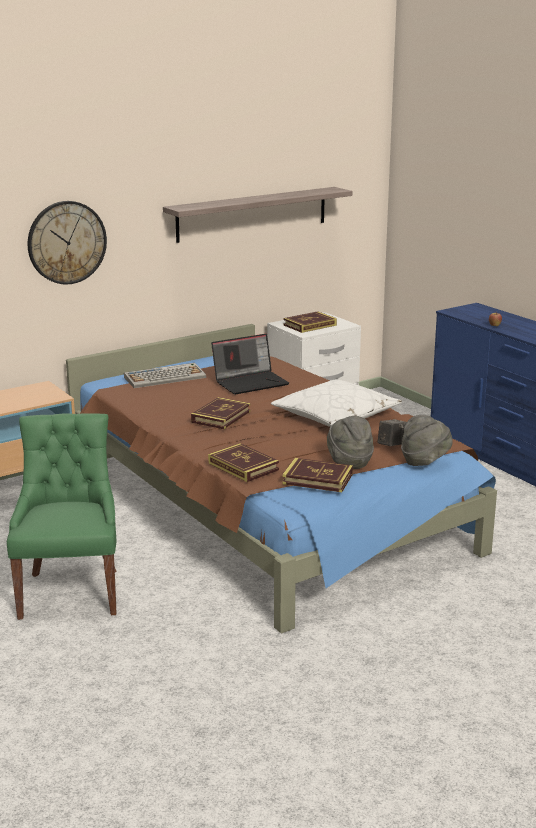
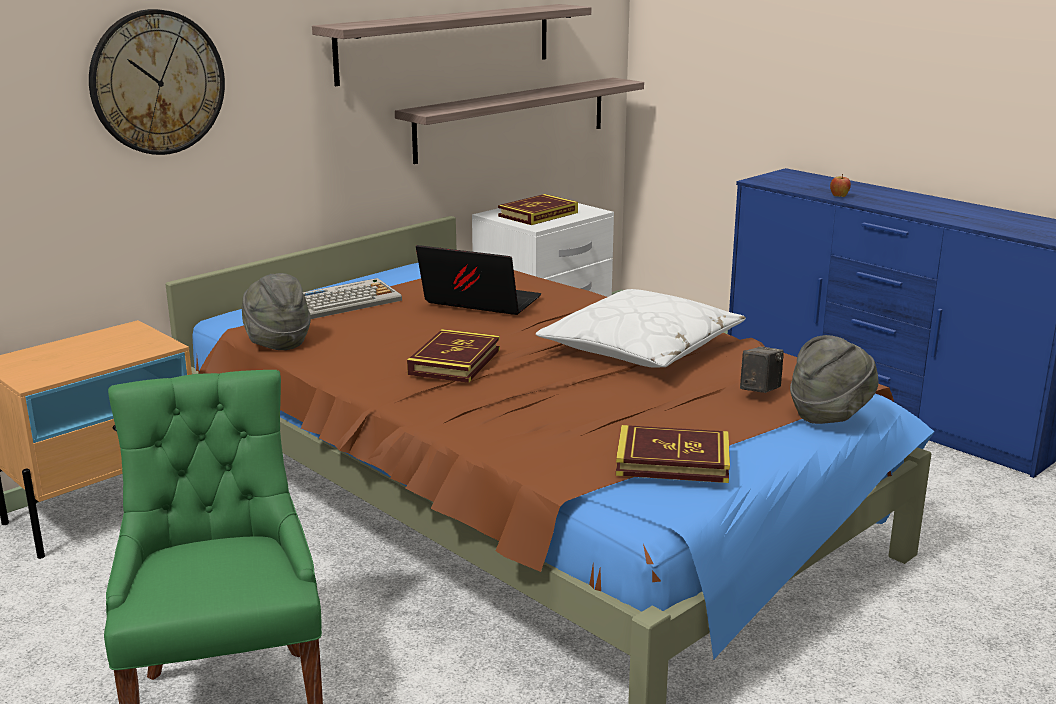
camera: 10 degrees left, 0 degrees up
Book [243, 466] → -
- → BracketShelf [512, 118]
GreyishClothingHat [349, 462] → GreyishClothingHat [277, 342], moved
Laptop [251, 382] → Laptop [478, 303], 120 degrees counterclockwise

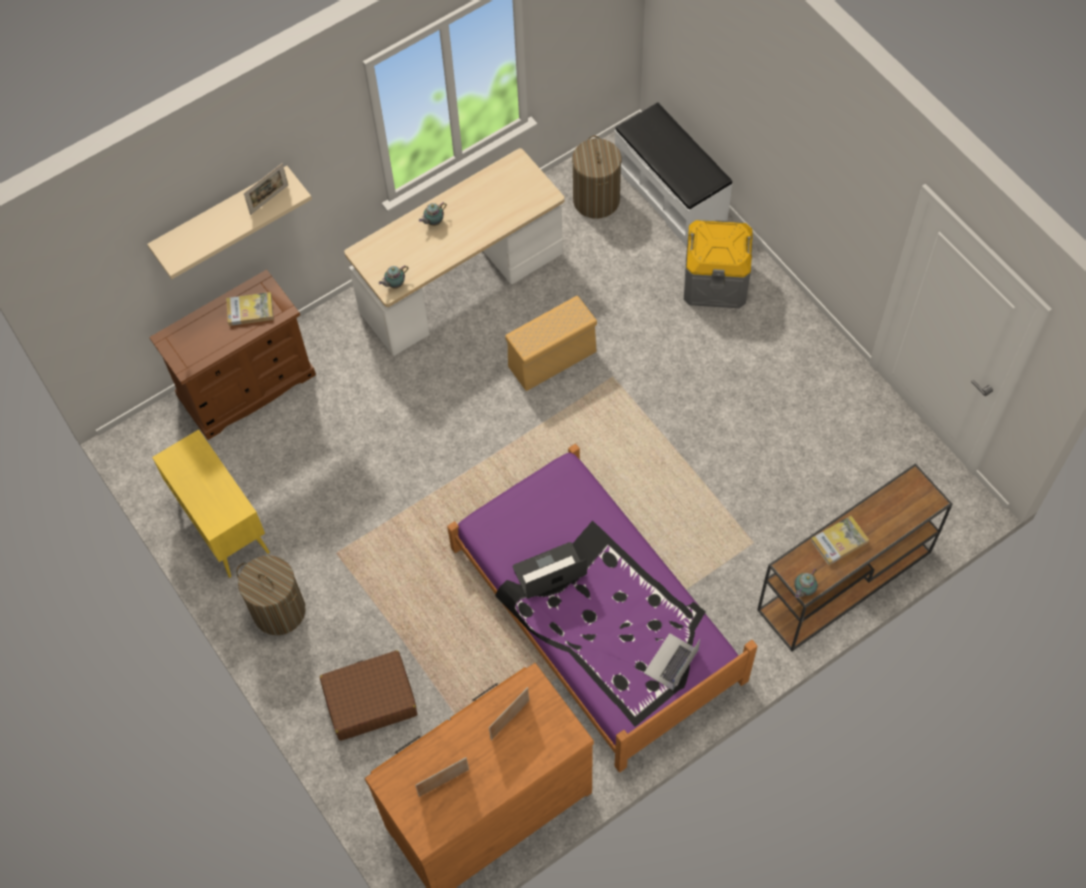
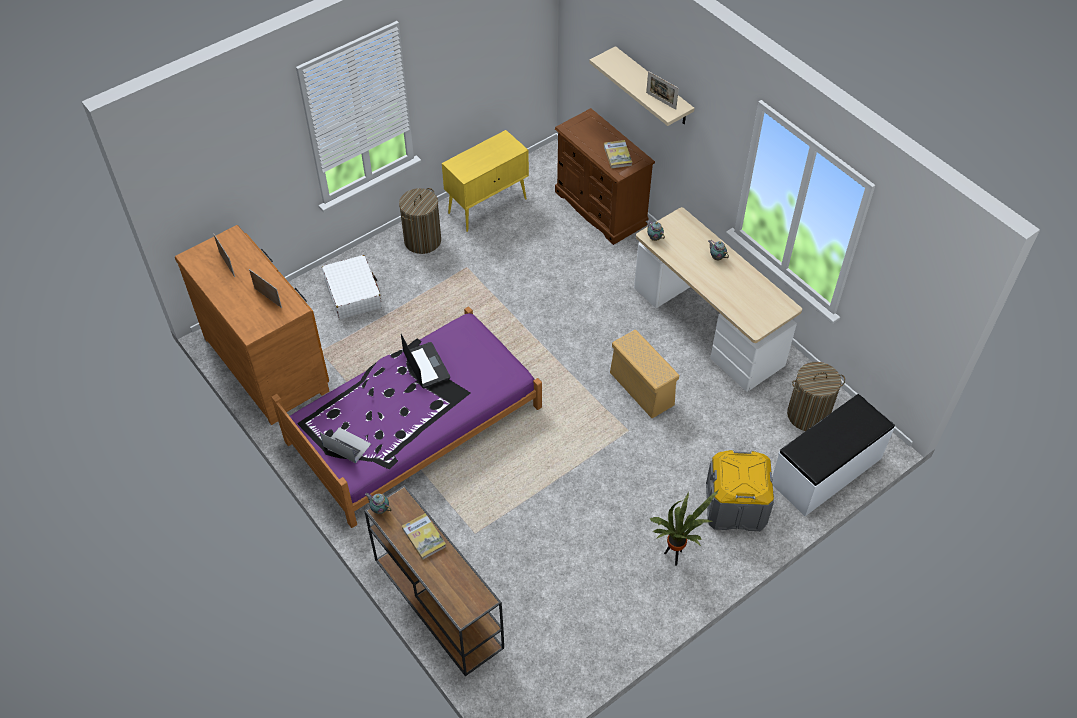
camera: 85 degrees right, 10 degrees down
- → PlantInAPot [675, 556]
BrownPieceOfLuggage [370, 700] → WhitePieceOfLuggage [353, 293]

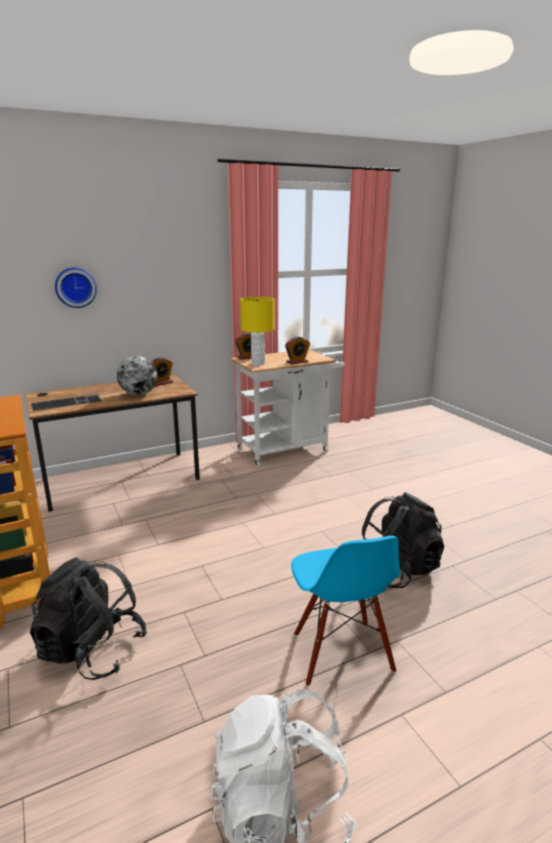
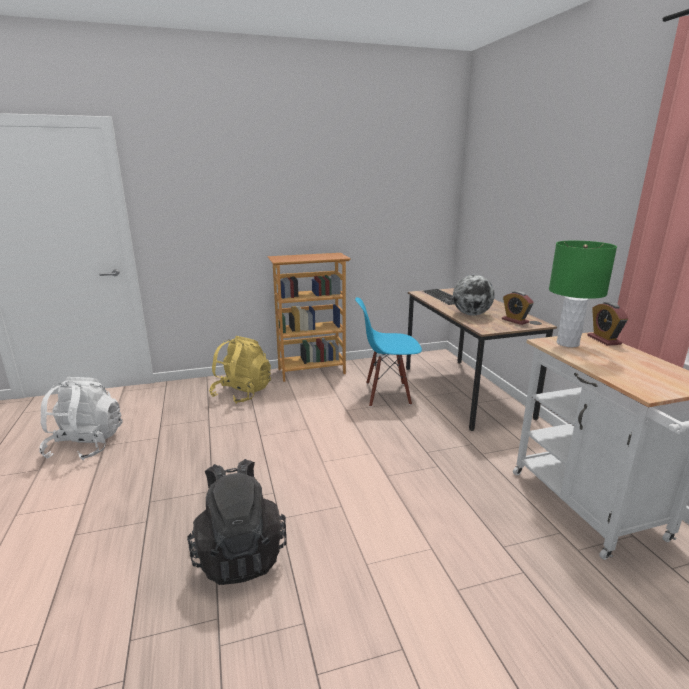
camera: 100 degrees right, 0 degrees up
HangingClock [75, 287] → -
BedsideClock [297, 362] → -
BluishChair [341, 653] → BluishChair [387, 394], moved
BlackColouredKnapsack [92, 650] → YellowKnapsack [242, 393]
YellowTabletopLamp [258, 363] → GreenColouredTabletopLamp [568, 343]

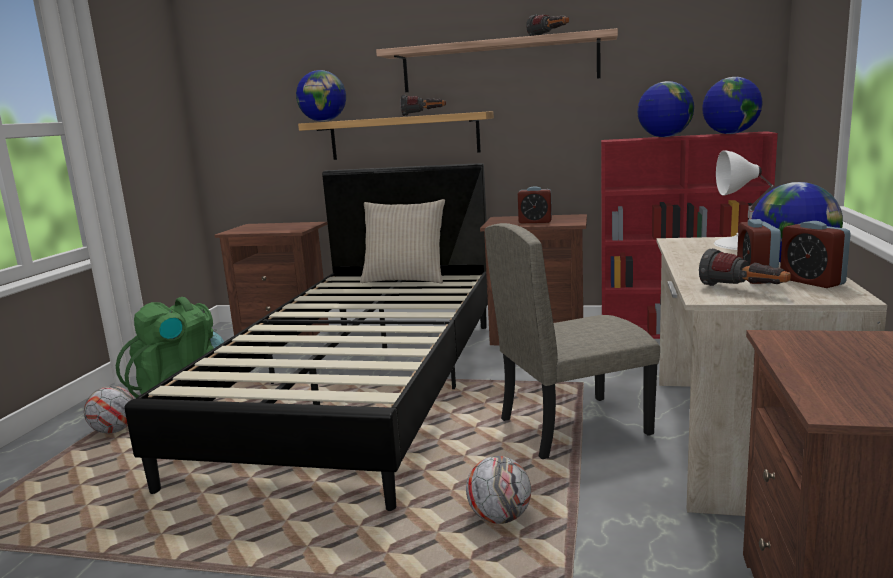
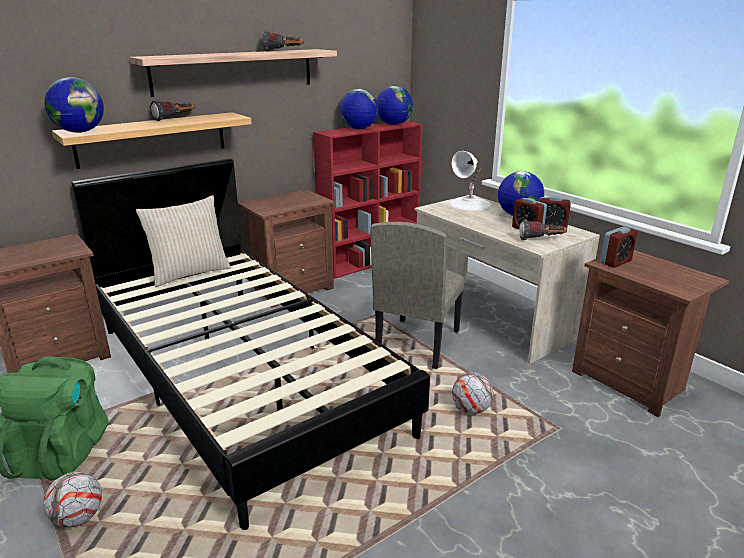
camera: 50 degrees left, 10 degrees up
BedsideClock [535, 222] → BedsideClock [615, 262], moved

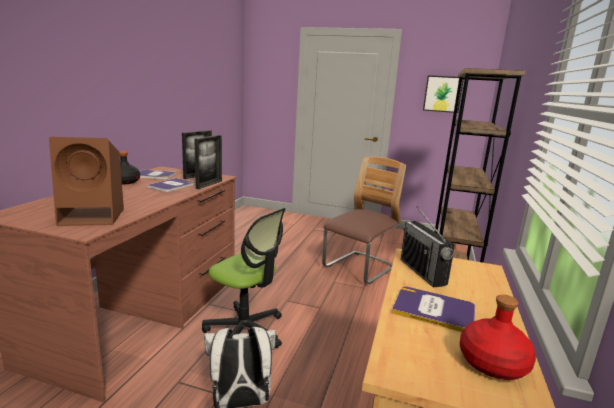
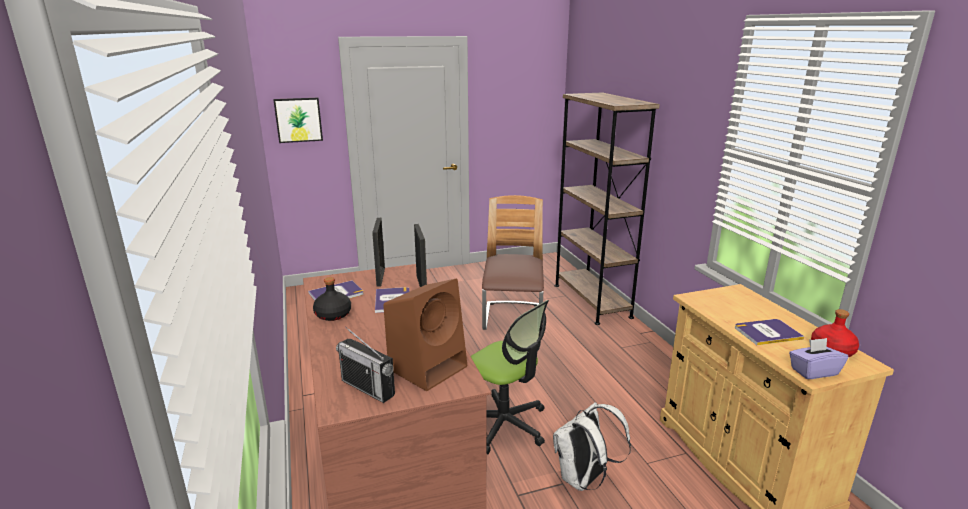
camera: 35 degrees left, 5 degrees up
- → PurpleColouredTissueHolder [813, 371]
RadioReceiver [422, 272] → RadioReceiver [368, 388], moved
Picture [442, 94] → Picture [298, 119], moved
ComputerChair [245, 331] → ComputerChair [505, 425], 45 degrees clockwise

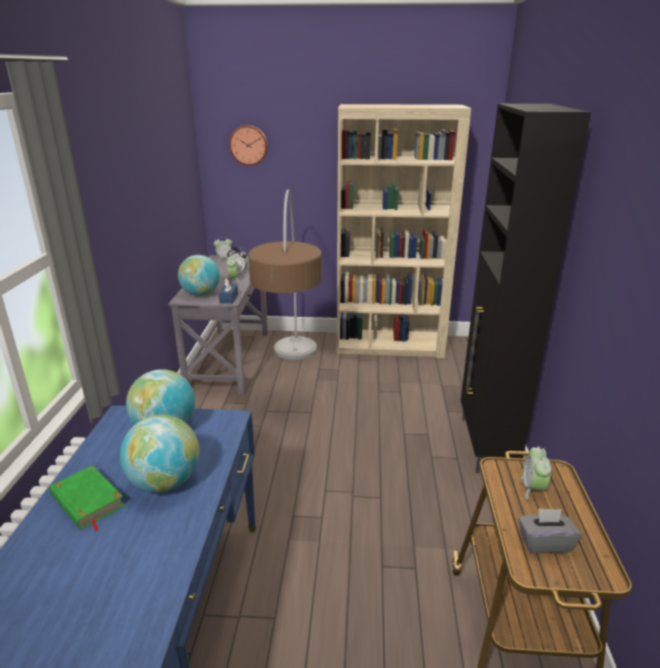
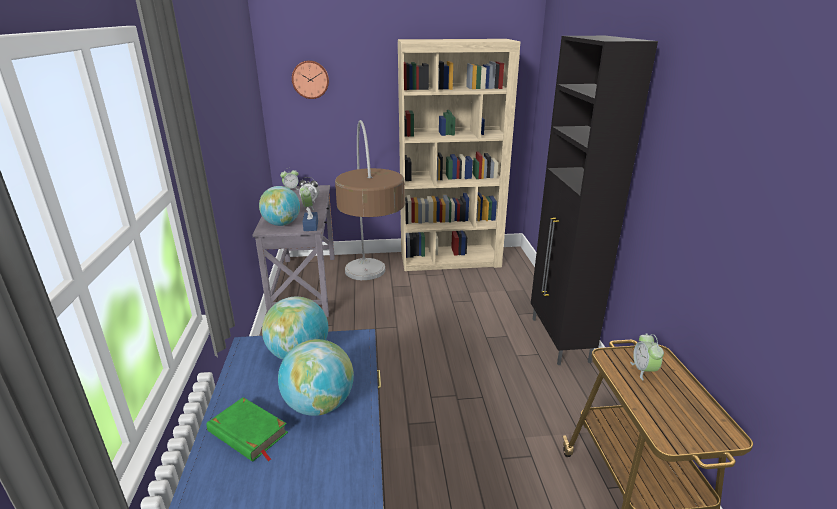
camera: 10 degrees left, 0 degrees up
GreyishTissueHolder [544, 542] → -

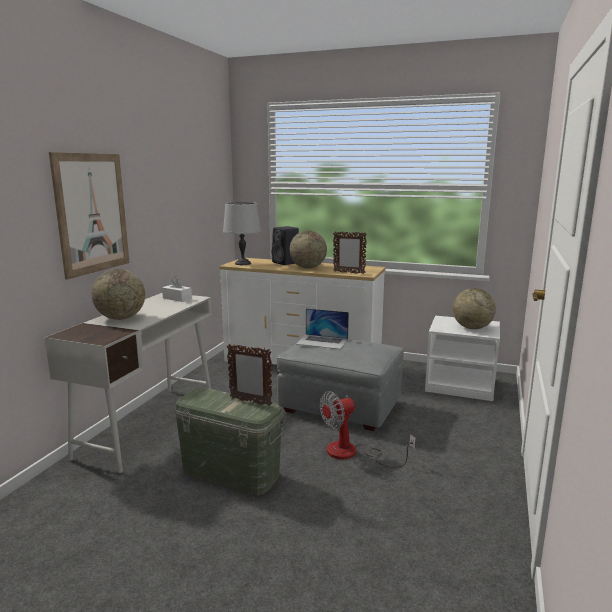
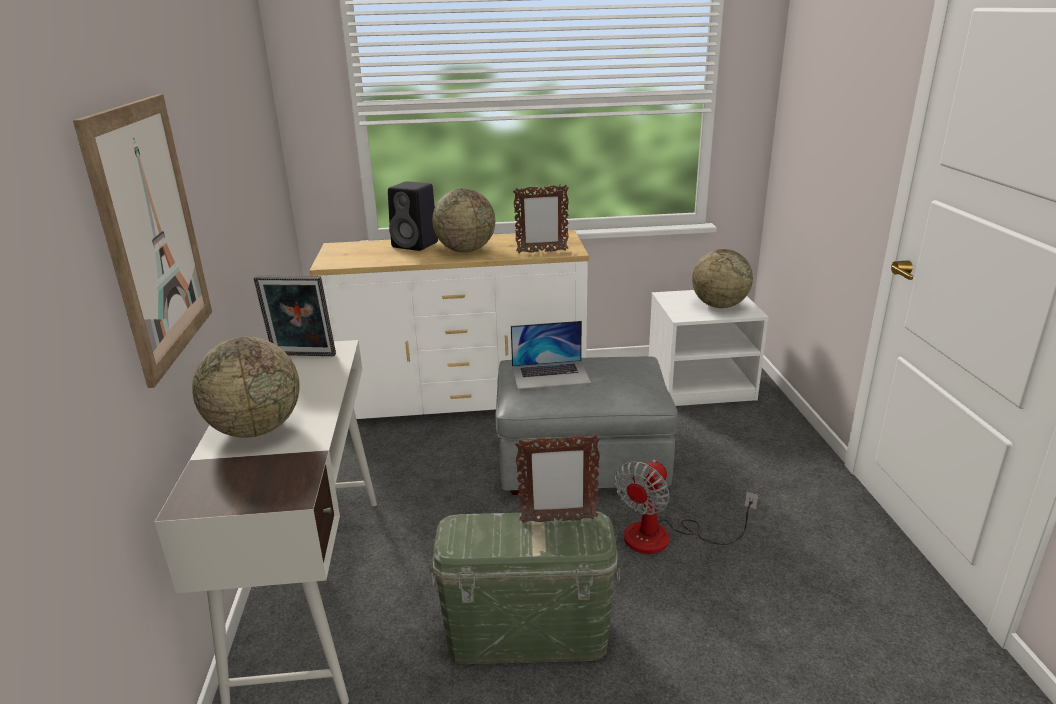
camera: 25 degrees left, 10 degrees up
GreyishTabletopLamp [243, 263] → -
WhiteTissueHolder [177, 298] → PhotoFrame [302, 356]

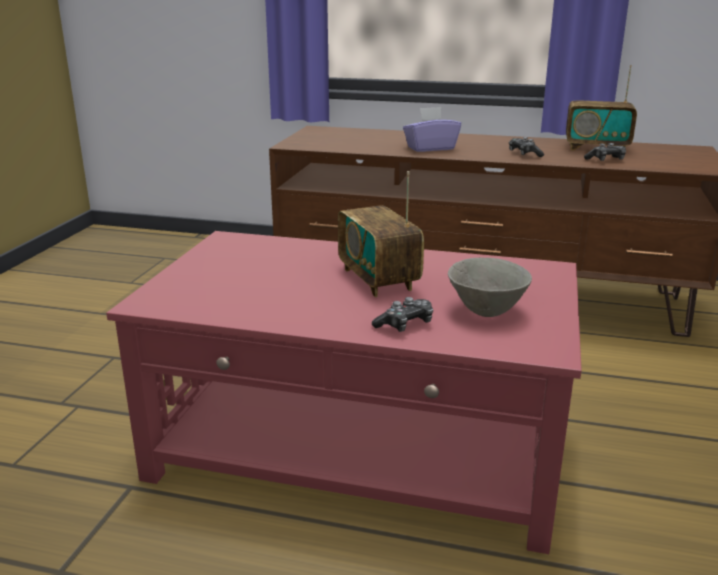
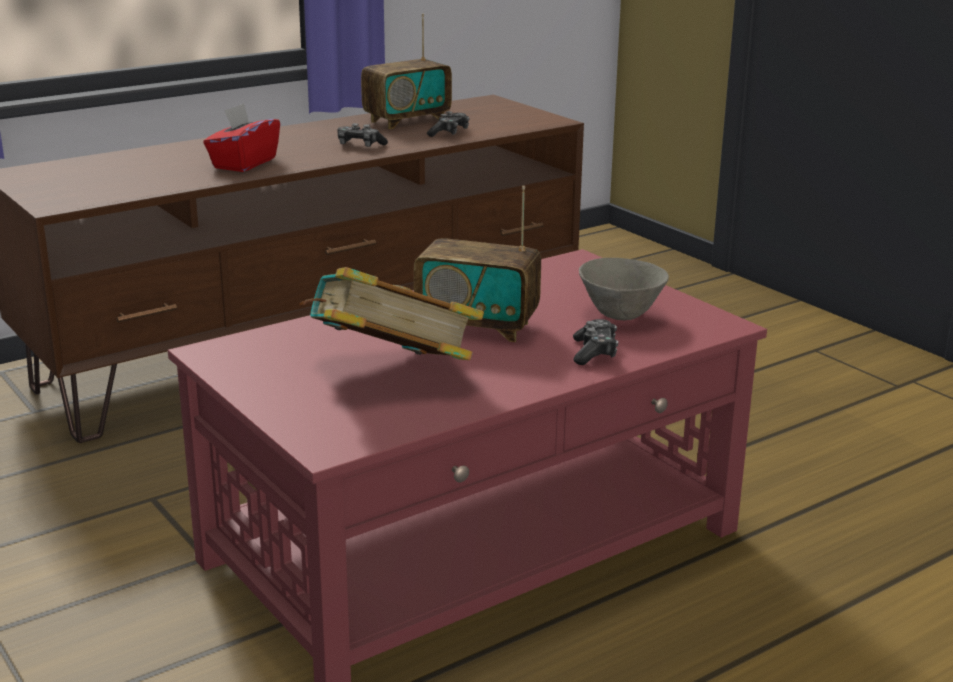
camera: 50 degrees left, 0 degrees up
- → Book [390, 374]
PurpleColouredTissueHolder [430, 148] → ReddishTissueHolder [243, 163]

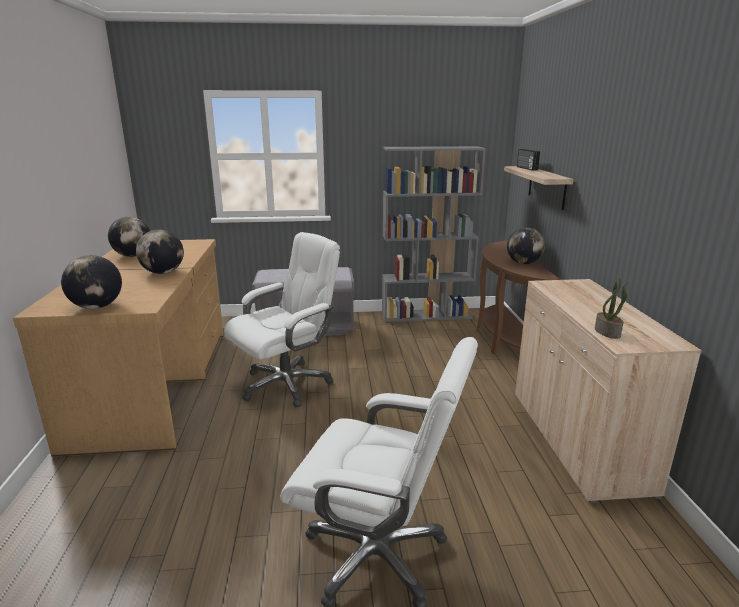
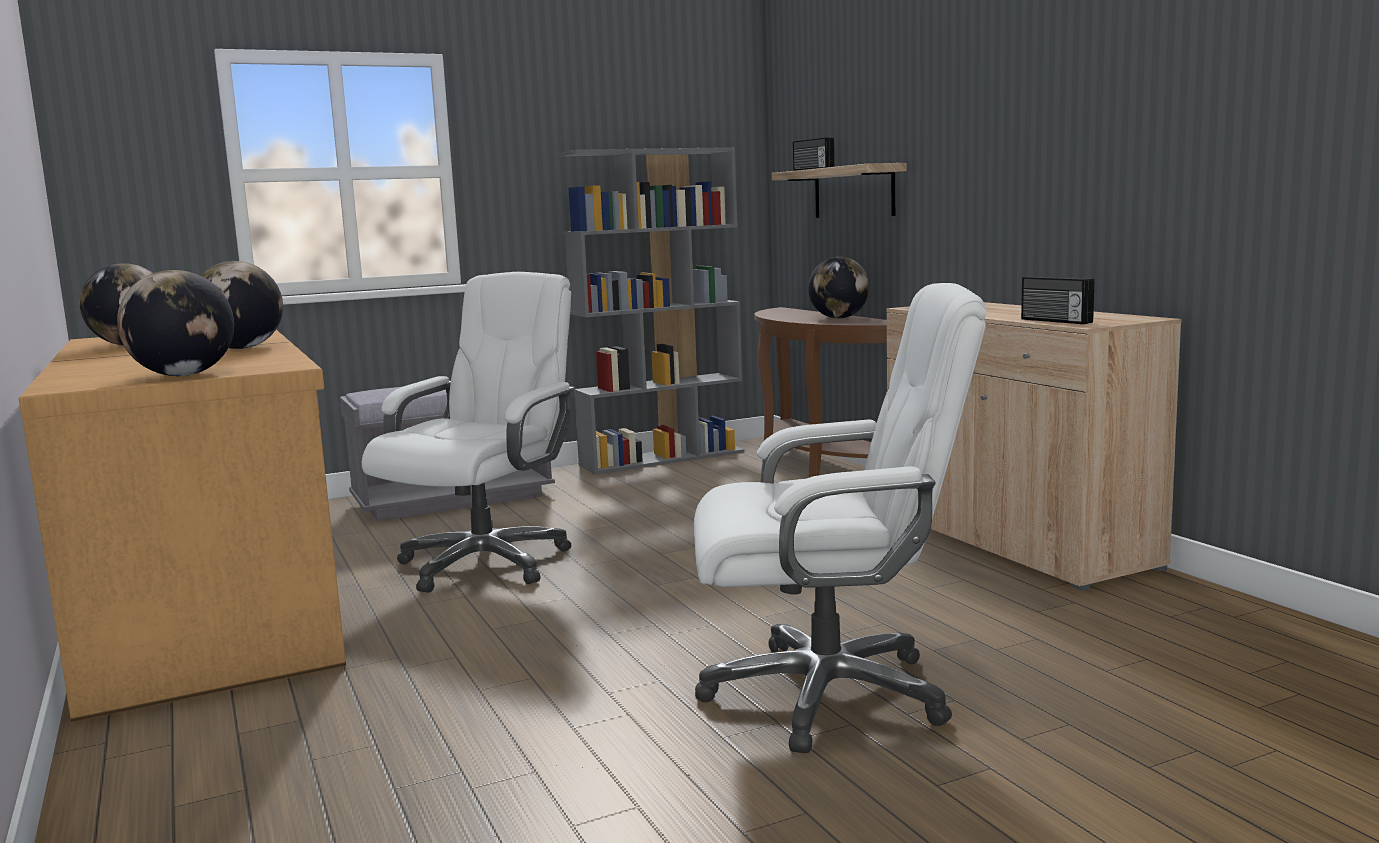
camera: 20 degrees left, 10 degrees down
PlantInAPot [608, 332] → RadioReceiver [1055, 321]

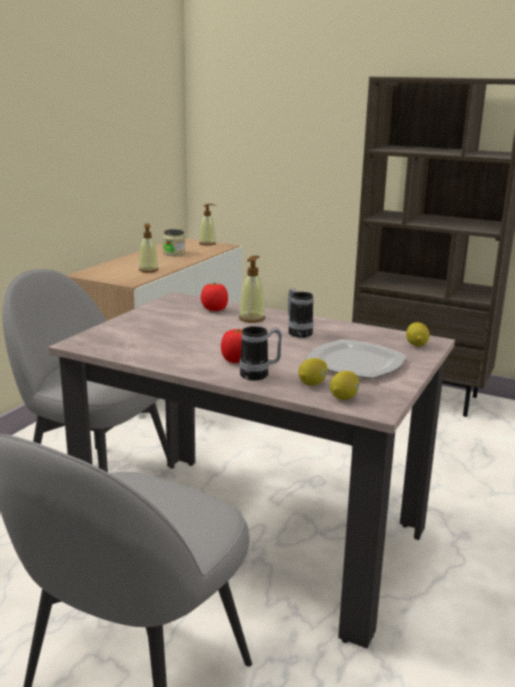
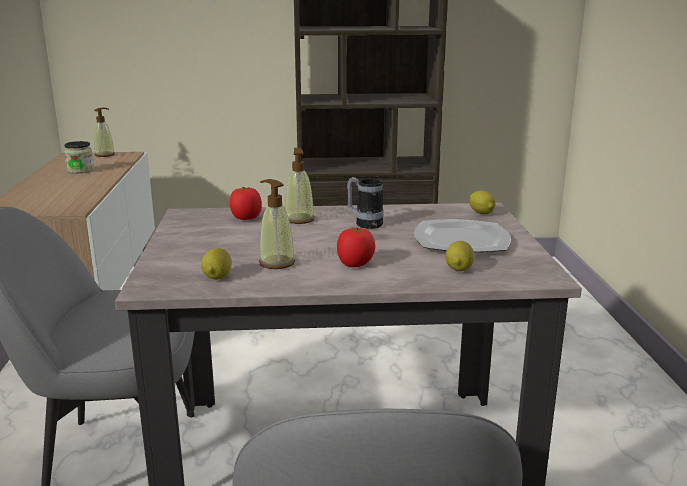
camera: 30 degrees left, 0 degrees up
Mug [260, 375] → -
LiquidSoapBottle [148, 270] → LiquidSoapBottle [276, 263], moved
WholeLemon [344, 397] → WholeLemon [218, 277], moved

